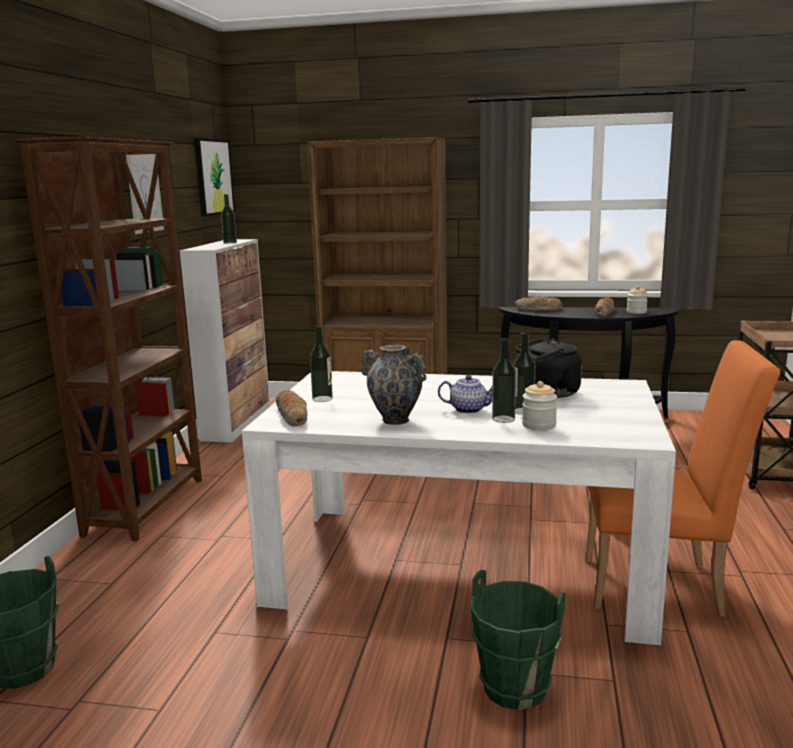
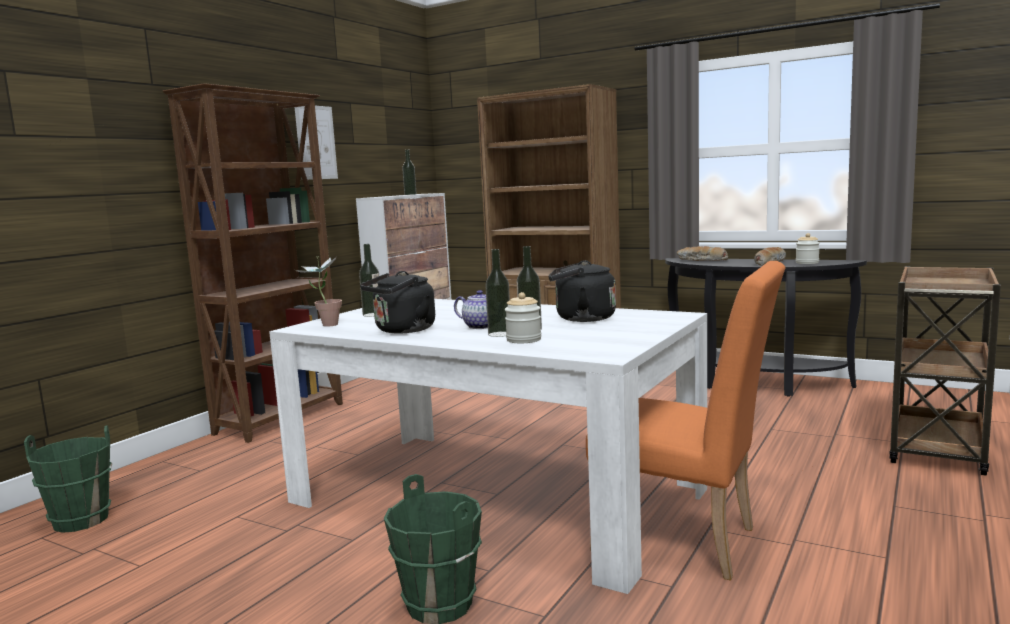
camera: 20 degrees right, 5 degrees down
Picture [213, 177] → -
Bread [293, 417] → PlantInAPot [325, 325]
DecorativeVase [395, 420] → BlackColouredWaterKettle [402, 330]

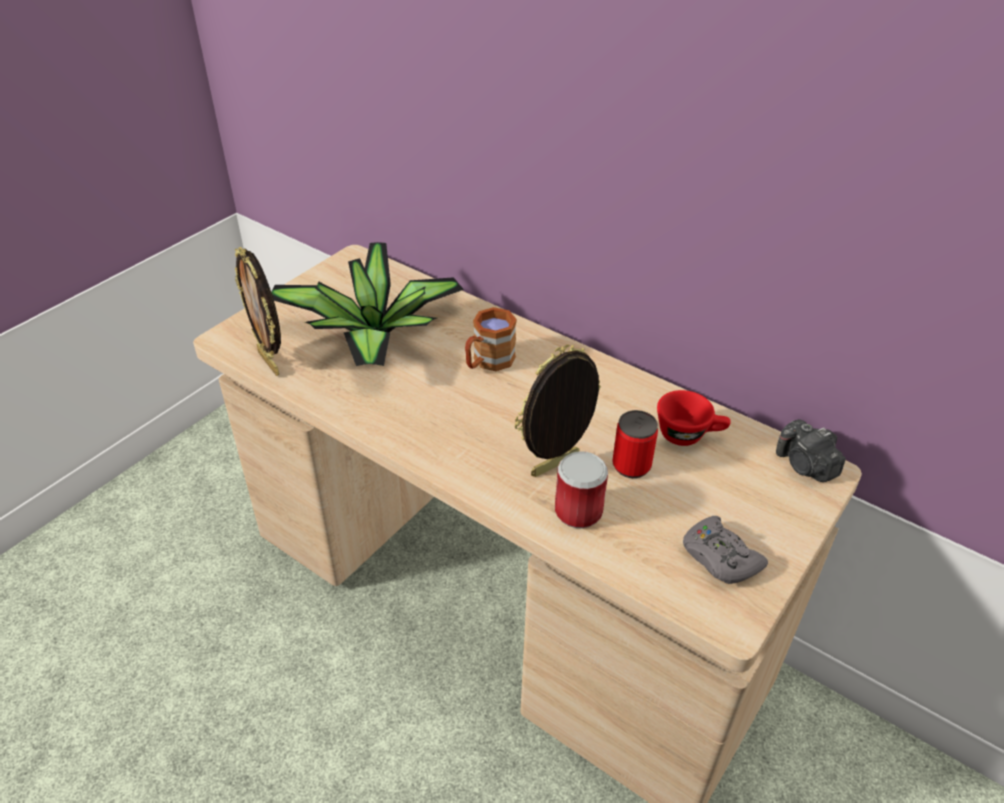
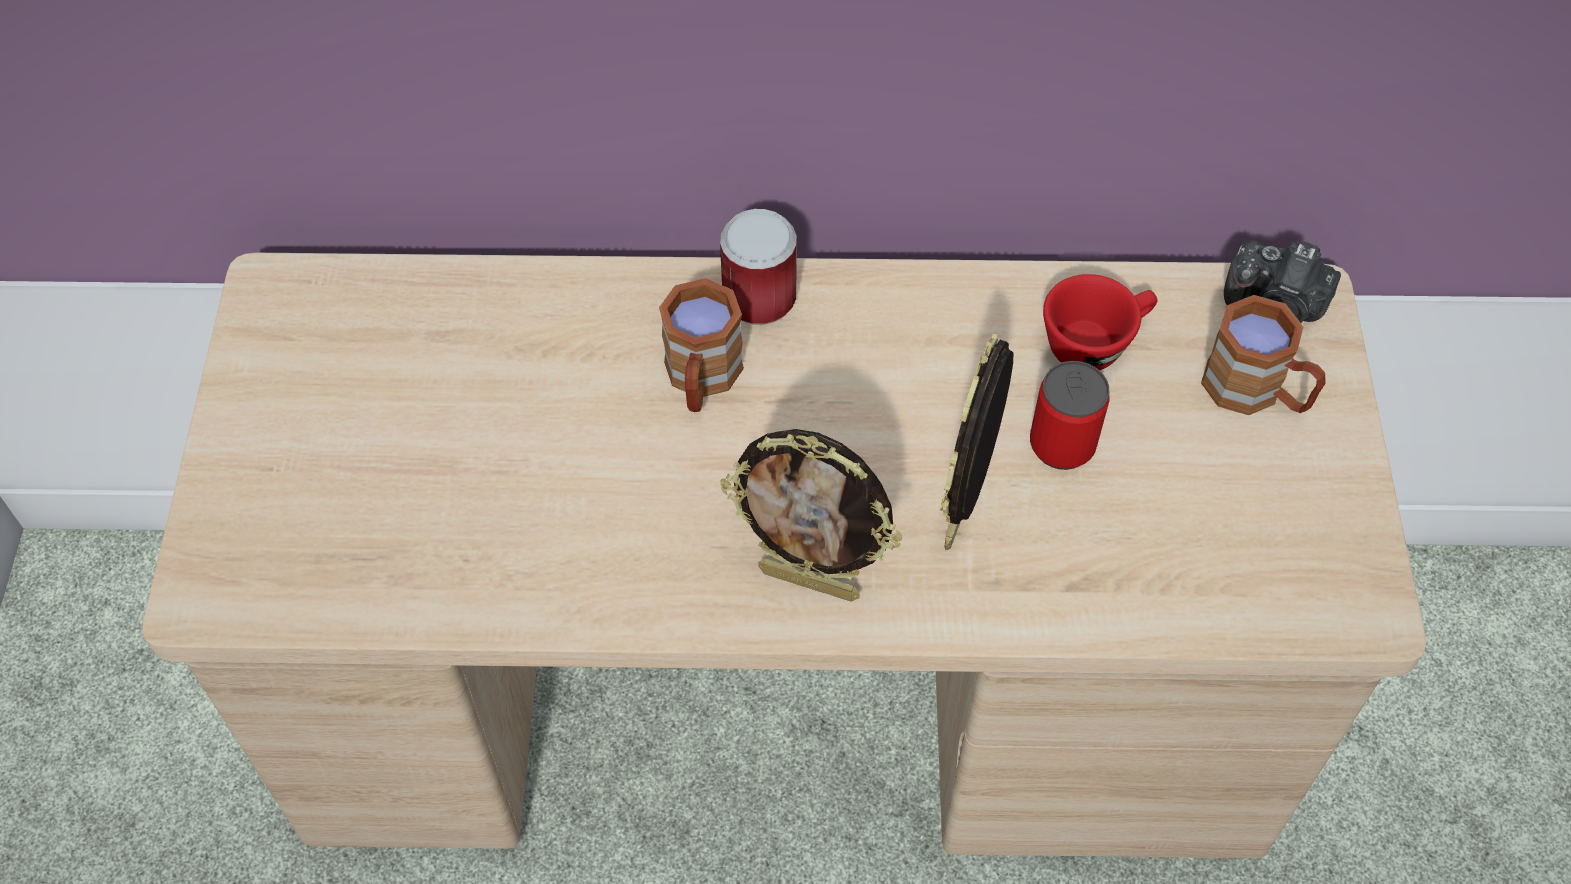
camera: 35 degrees left, 15 degrees up
PlantInAPot [374, 337] → -
GreyishGameController [719, 557] → -
- → BrownMug [1256, 392]
PhotoFrame [270, 362] → PhotoFrame [810, 581], moved
MetalCan [578, 511] → MetalCan [759, 298], moved

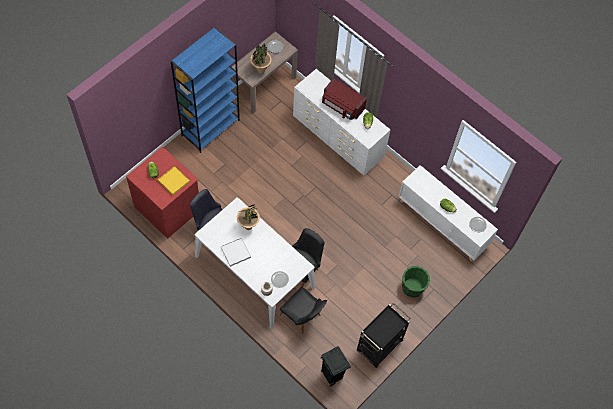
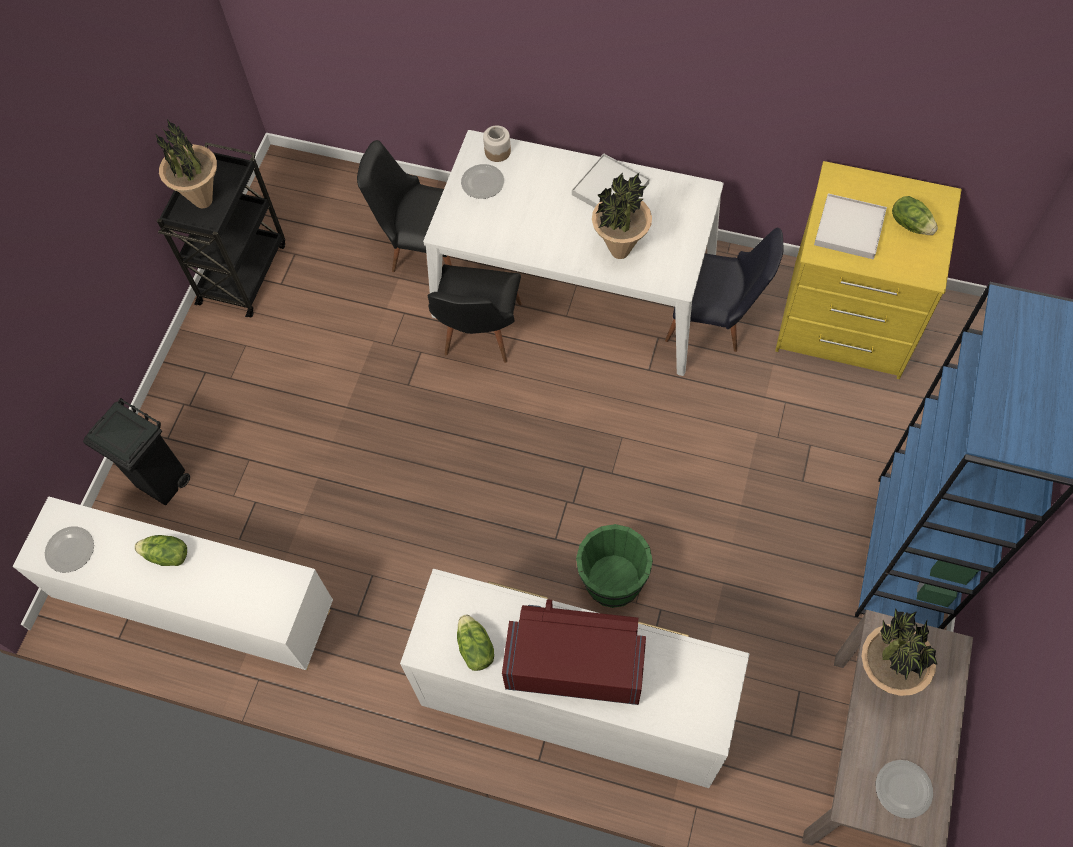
camera: 160 degrees right, 0 degrees up
- → PlantInAPot [204, 201]
BlackColouredTrashCan [332, 375] → BlackColouredTrashCan [163, 483], moved
GreenColouredWaterBucket [413, 287] → GreenColouredWaterBucket [612, 581], moved
ReddishDrawerChest [168, 207] → YellowDrawerChest [845, 321]
YellowCarryingTray [173, 181] → WhiteCarryingTray [849, 228]

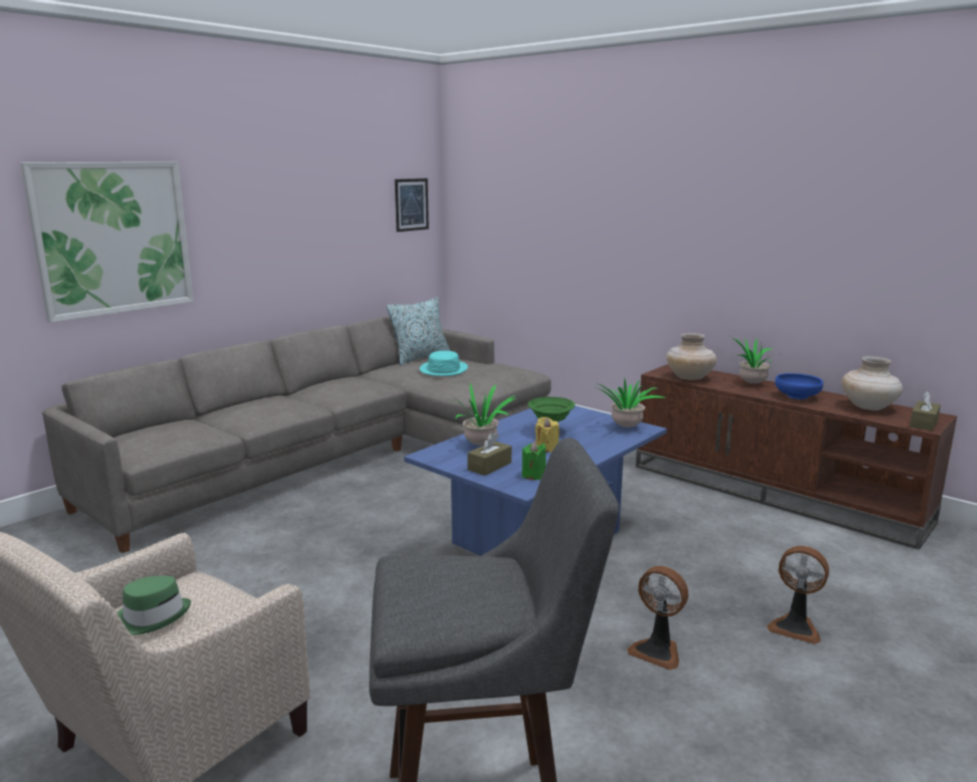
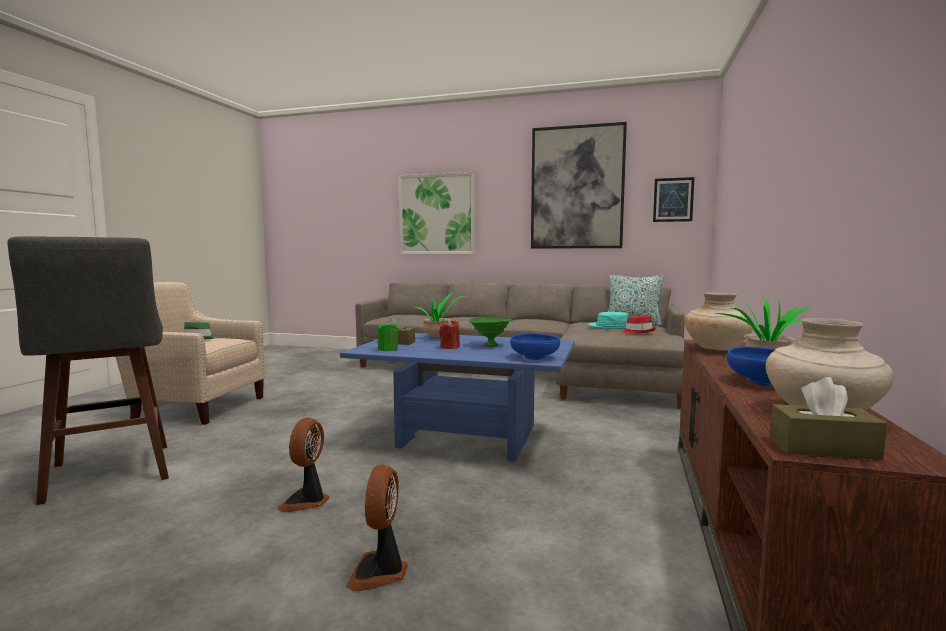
camera: 65 degrees right, 10 degrees down
- → Picture [577, 188]
- → ReddishClothingHat [638, 332]
PlantInAPot [626, 428] → BluishServingBowl [535, 357]
YellowCandle [546, 448] → ReddishCandle [450, 347]

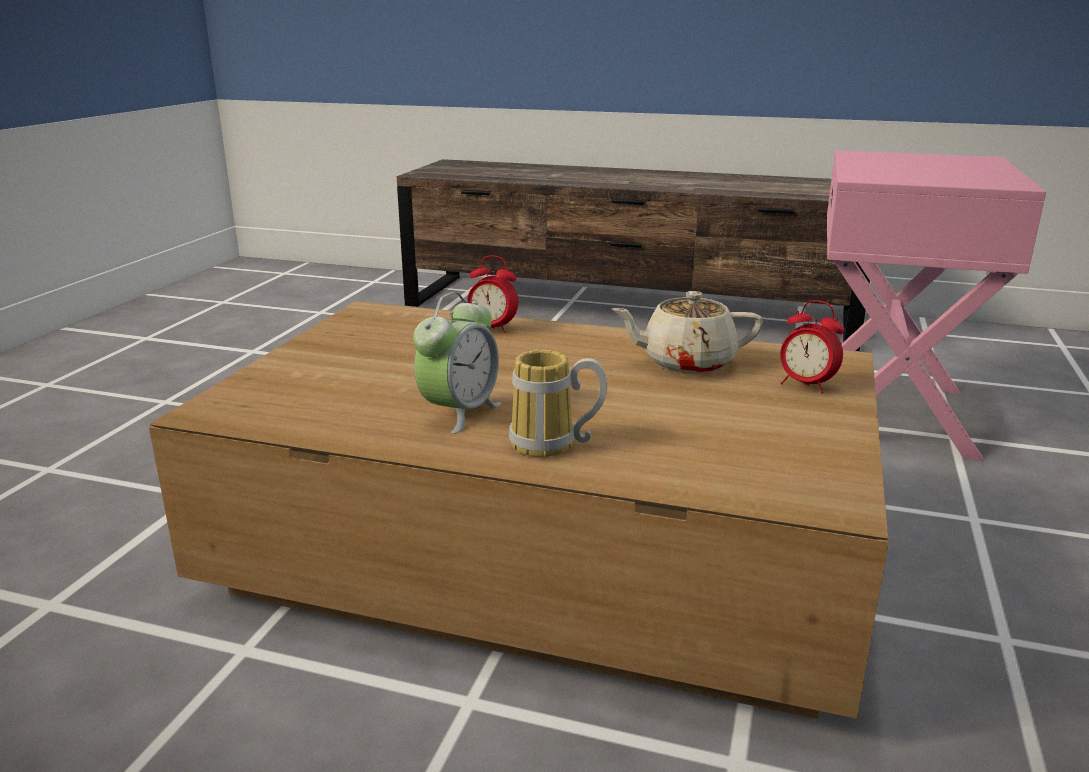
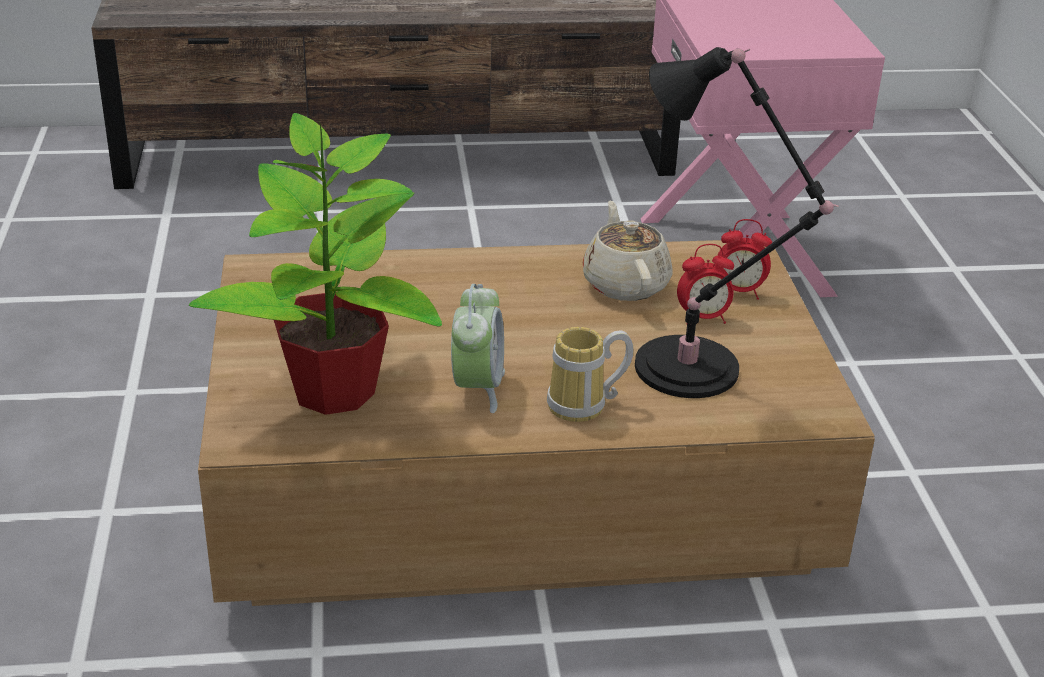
camera: 25 degrees left, 10 degrees up
- → PlantInAPot [333, 392]
- → BlackColouredTabletopLamp [695, 371]
BedsideClock [492, 329] → BedsideClock [703, 318], moved
SandColouredPotForTea [686, 363] → SandColouredPotForTea [625, 284], 105 degrees clockwise

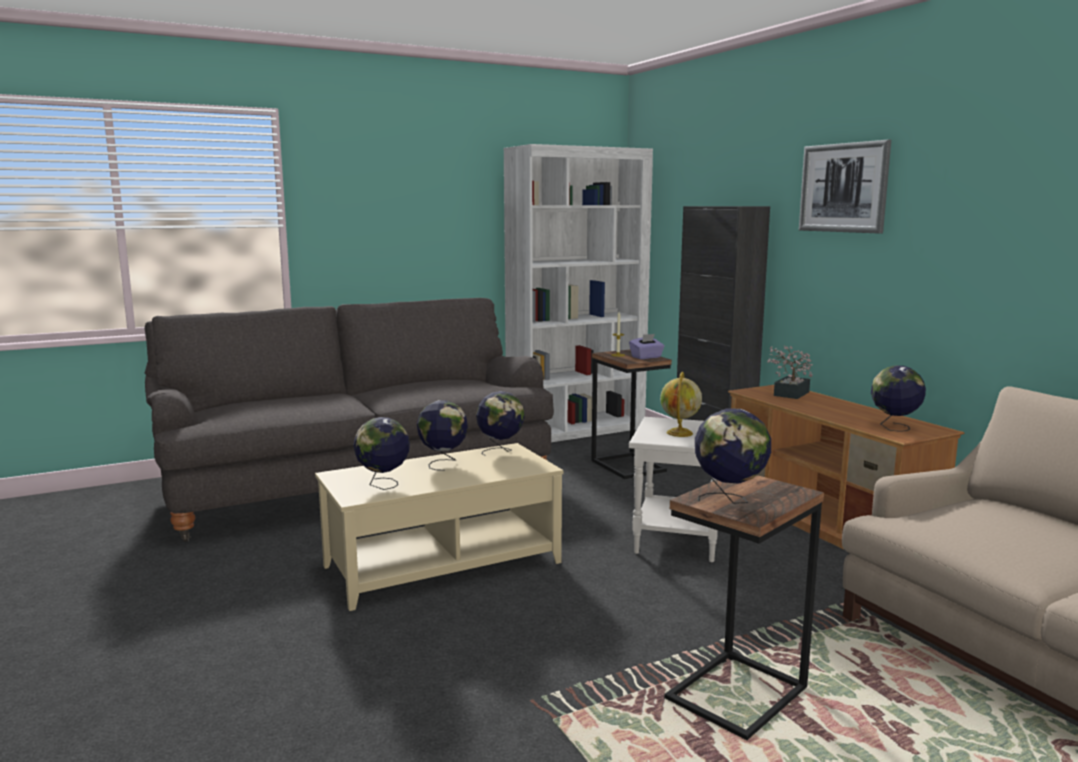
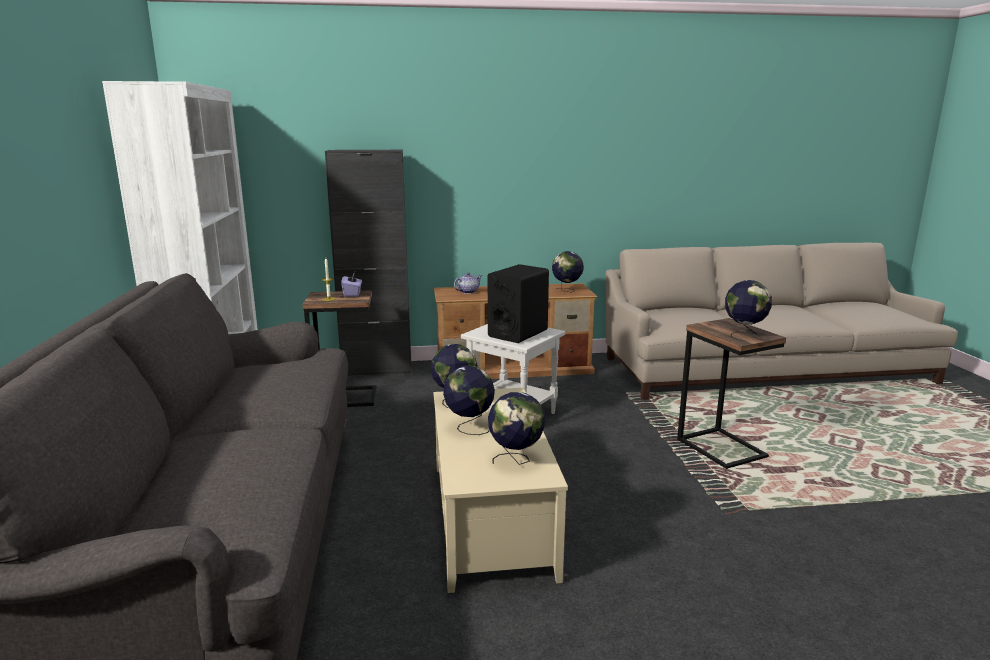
camera: 70 degrees left, 5 degrees up
Picture [843, 188] → -
Globe [679, 433] → BlackColouredAudioSpeaker [518, 333]
PlantInAPot [789, 394] → PotForTea [468, 292]

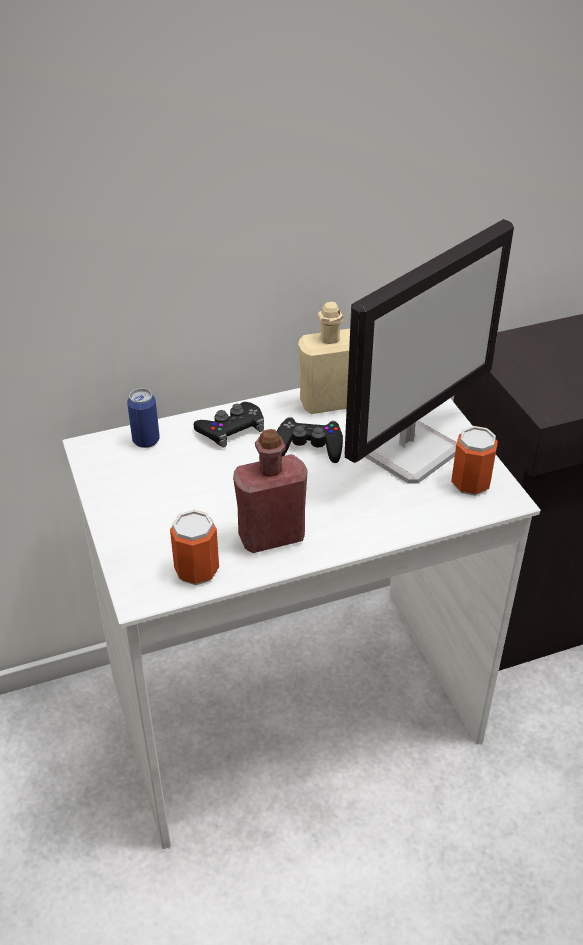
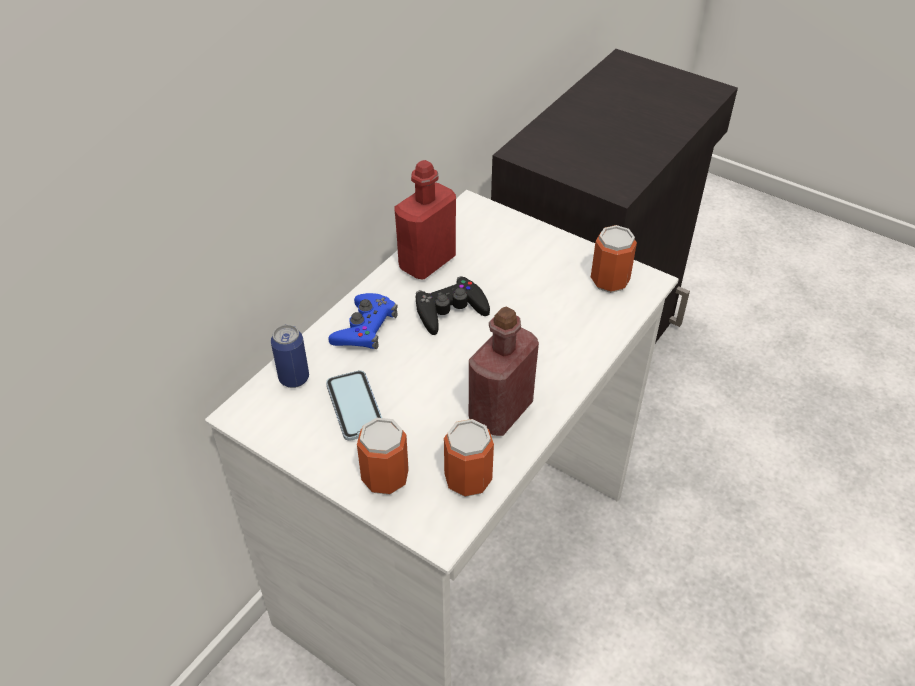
camera: 35 degrees left, 5 degrees up
Monitor [408, 449] → -
- → Handset [355, 407]
- → MetalCan [385, 477]
BlackColouredGameController [231, 429] → BluishGameController [365, 328]
SandColouredBottle [328, 403] → ReddishBottle [427, 262]

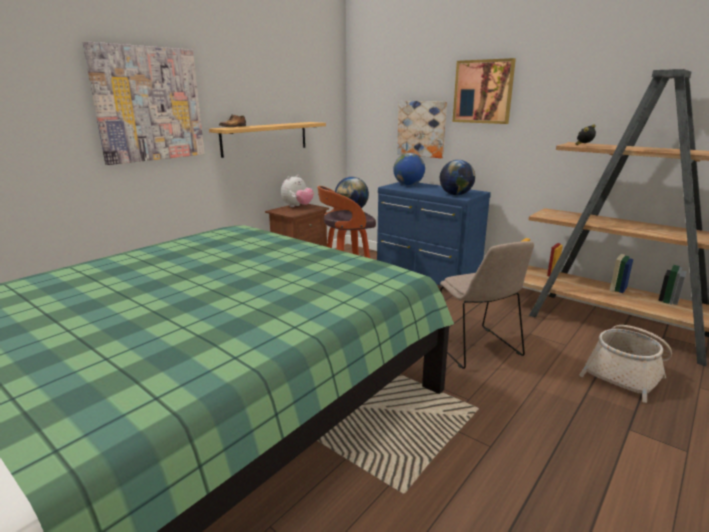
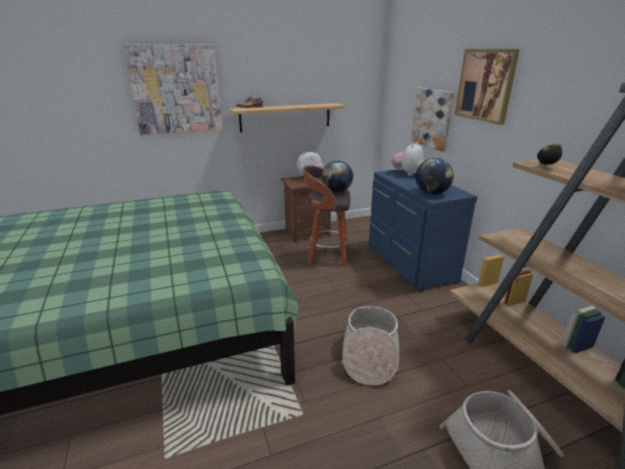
camera: 30 degrees right, 5 degrees up
Globe [408, 185] → SoftToy [407, 173]
SandColouredChair [477, 349] → Basket [369, 356]

